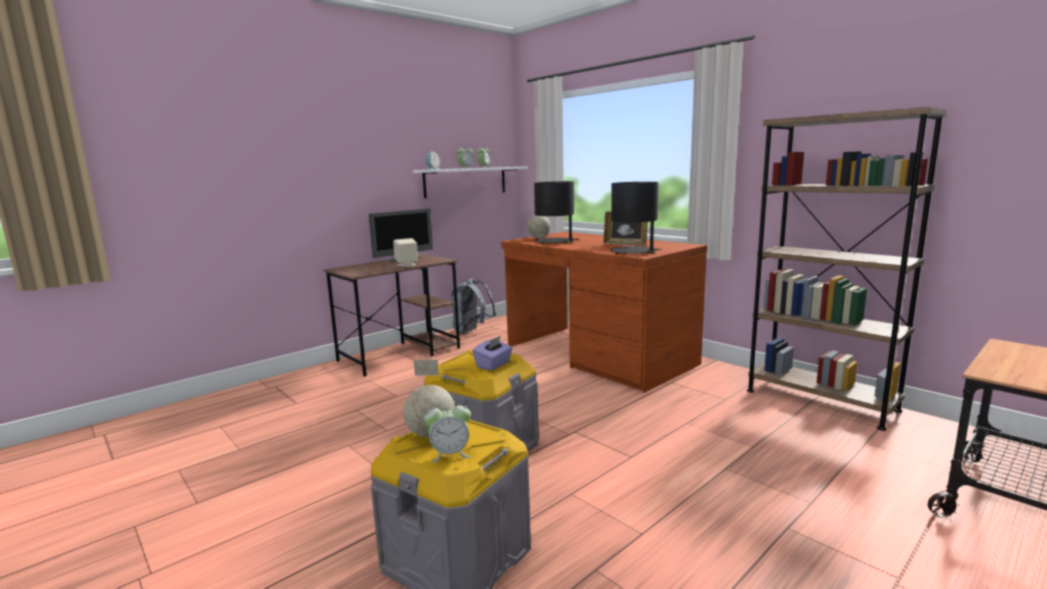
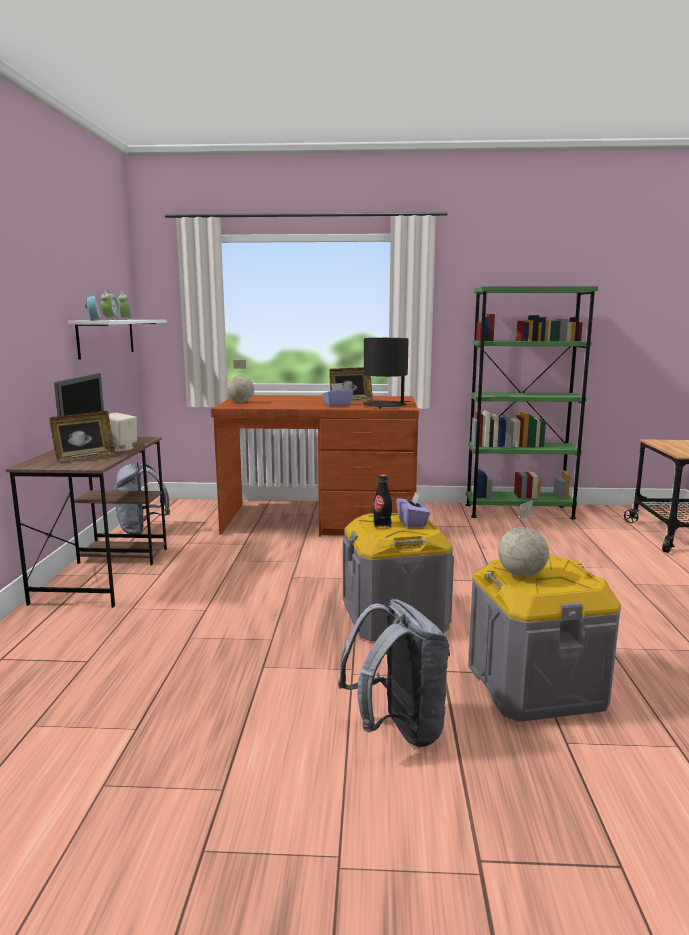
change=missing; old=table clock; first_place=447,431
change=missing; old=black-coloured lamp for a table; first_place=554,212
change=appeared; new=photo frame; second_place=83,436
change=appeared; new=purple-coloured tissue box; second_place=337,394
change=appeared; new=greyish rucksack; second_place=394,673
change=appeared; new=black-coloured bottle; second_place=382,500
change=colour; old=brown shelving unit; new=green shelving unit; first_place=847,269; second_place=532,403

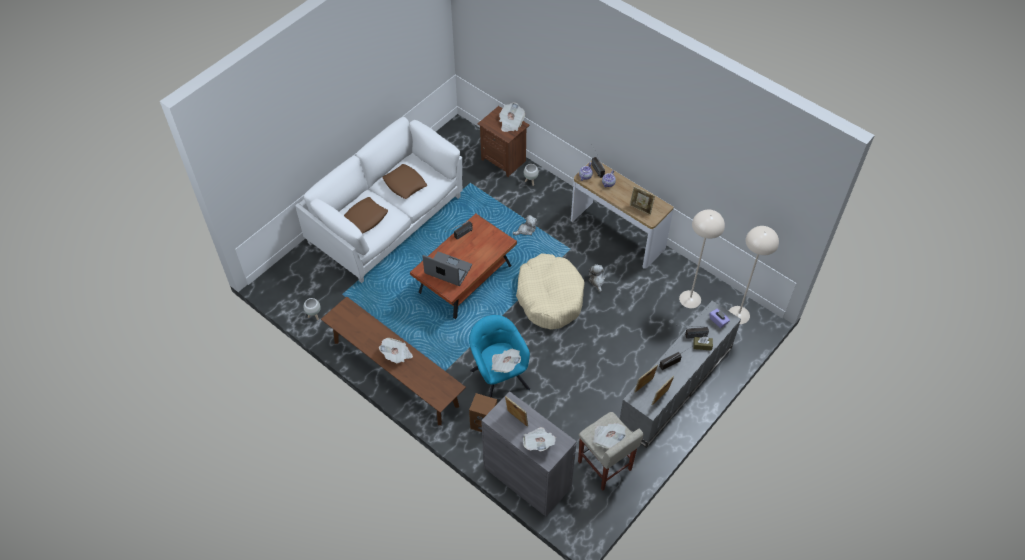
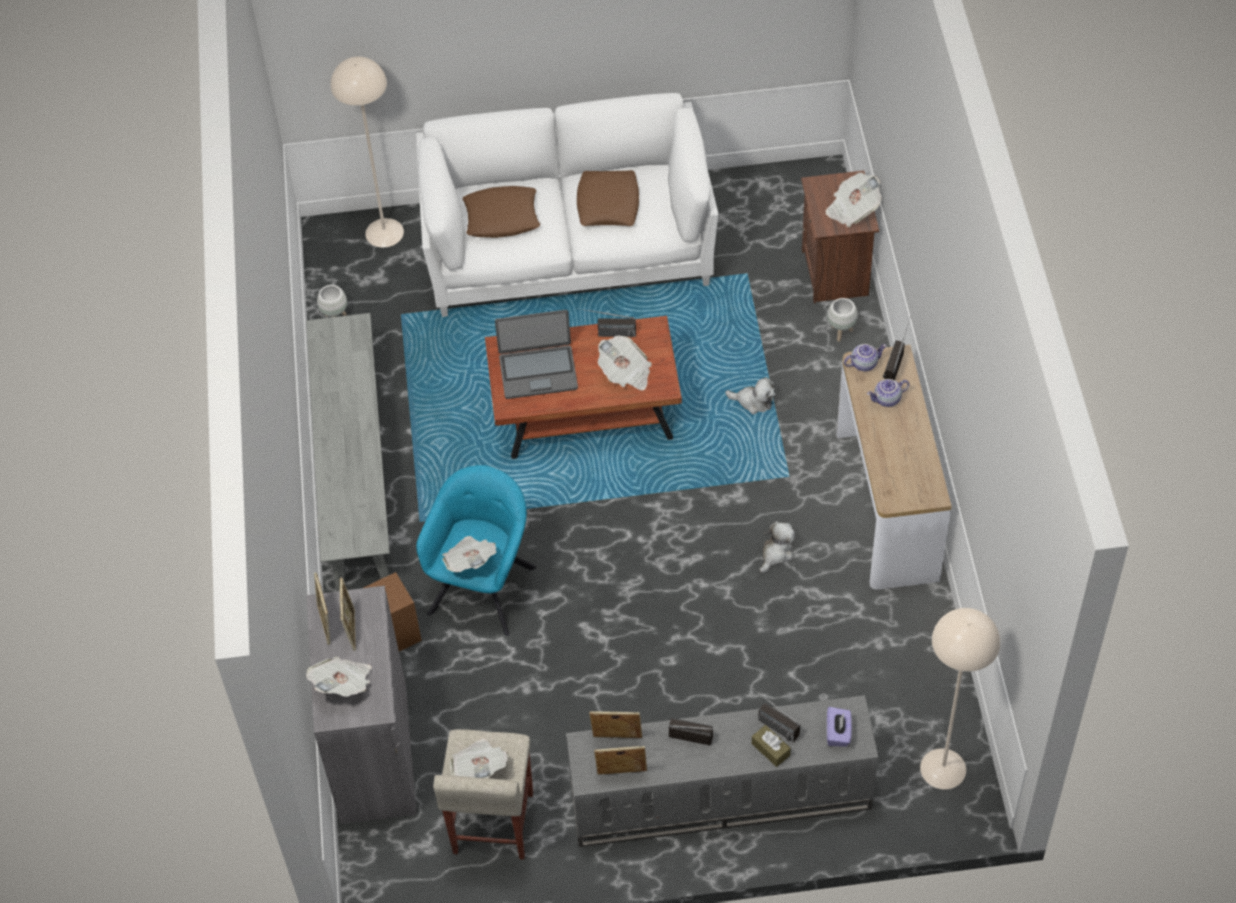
change=missing; old=beige dog bed; first_place=550,291
change=relocated; old=newspaper; first_place=396,351; second_place=624,363
change=relocated; old=photo frame; first_place=642,200; second_place=322,608
change=relocated; old=beige standard lamp; first_place=702,258; second_place=367,152
change=colour; old=brown long seat; new=greyish long seat; first_place=393,361; second_place=348,452
change=spun; old=notebook computer; first_place=447,269; second_place=536,354; degrees=105

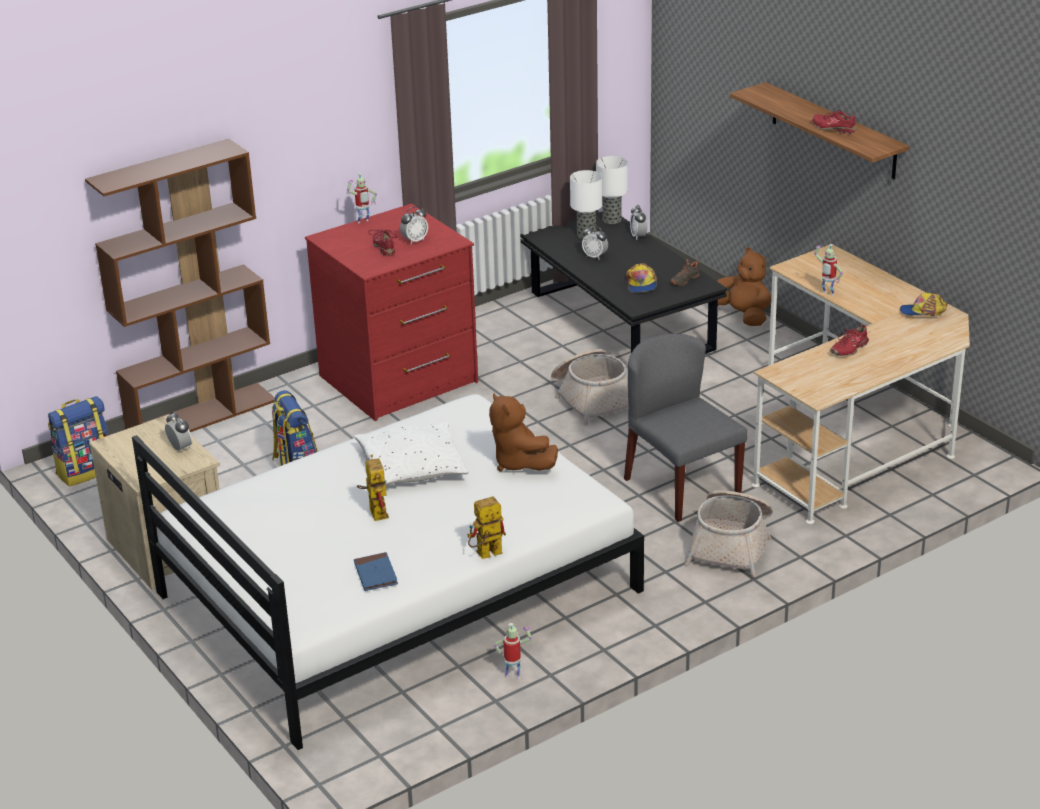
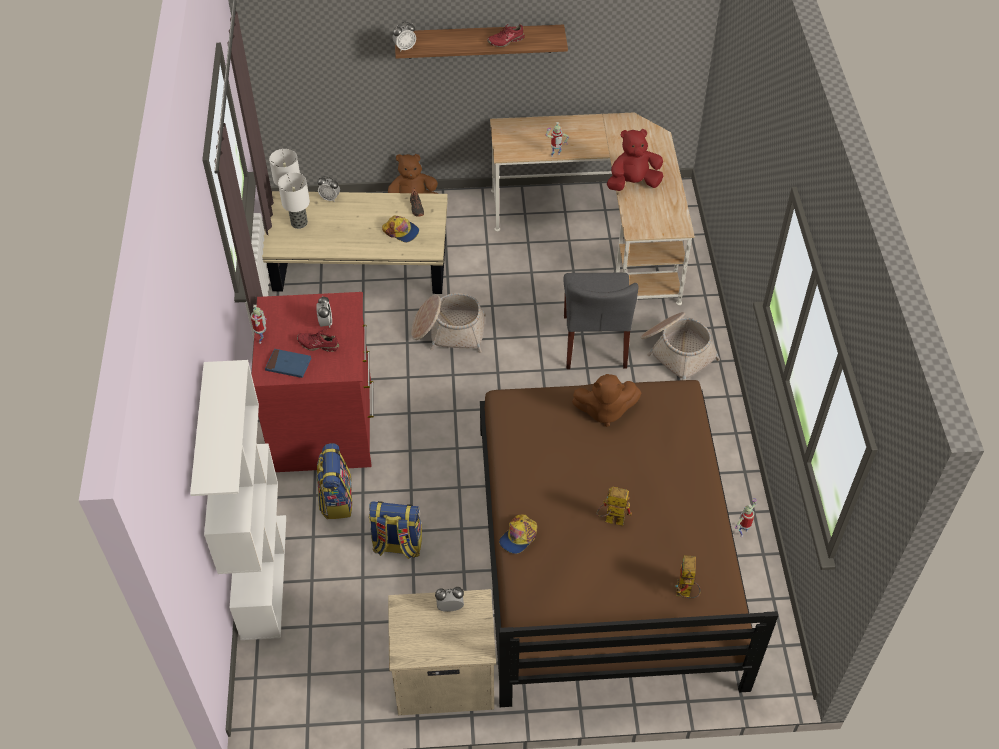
change=missing; old=white pillow; first_place=411,453
change=relocated; old=rucksack; first_place=78,441; second_place=334,481
change=relocated; old=bluish volume; first_place=376,571; second_place=288,363
change=relocated; old=robot figure; first_place=486,527; second_place=688,576
change=relocated; old=table clock; first_place=595,242; second_place=404,37
change=relocated; old=cap; first_place=923,304; second_place=518,534
change=exchanged; old=red-coloured shoe; new=red-coloured cuddly toy; first_place=849,340; second_place=635,160
change=colour; old=brown shelving unit; new=white shelving unit; first_place=180,285; second_place=238,500
change=colour; old=white bedroom bed; new=brown bedroom bed; first_place=388,572; second_place=629,543
change=colour; old=black-coloured low table; new=beige low table; first_place=623,283; second_place=355,242
change=spun; old=greyish upright chair; first_place=686,428; second_place=601,321; degrees=-90

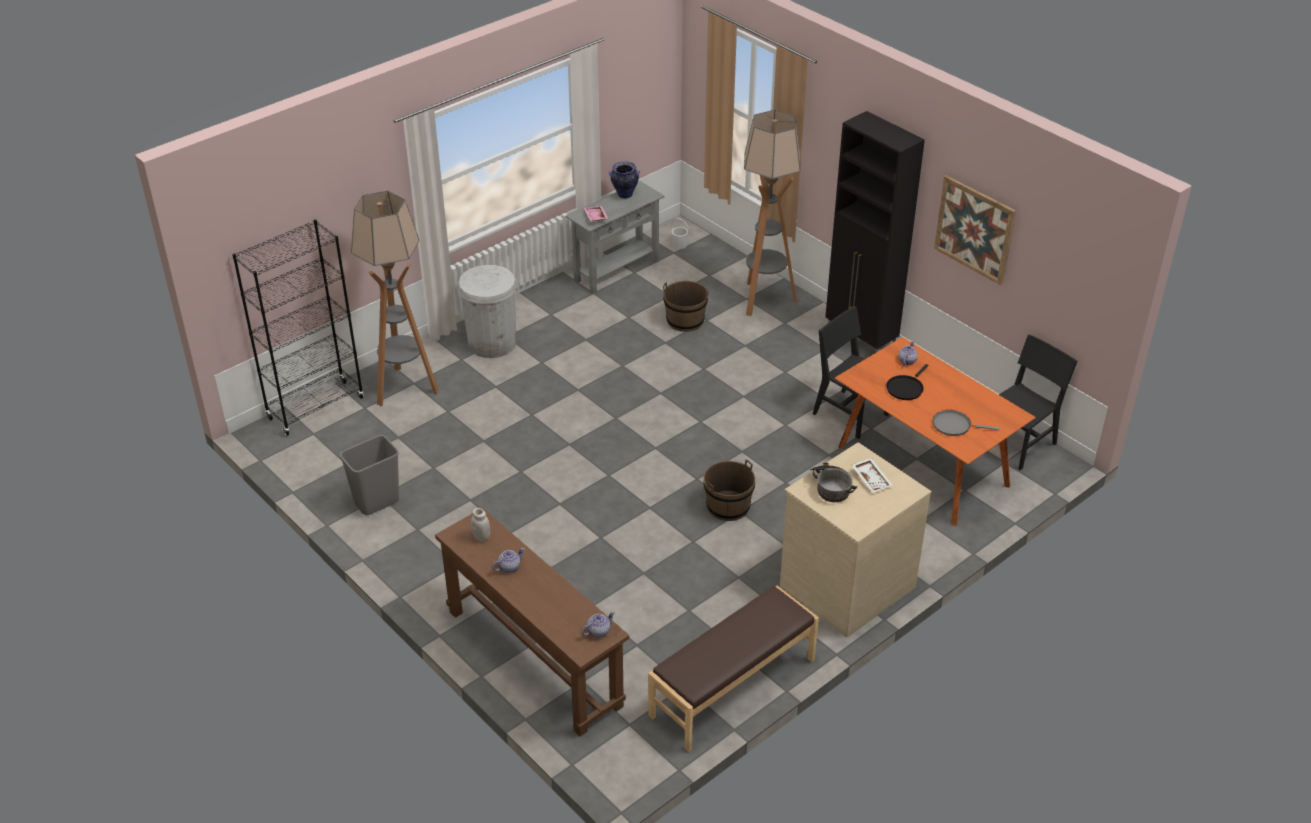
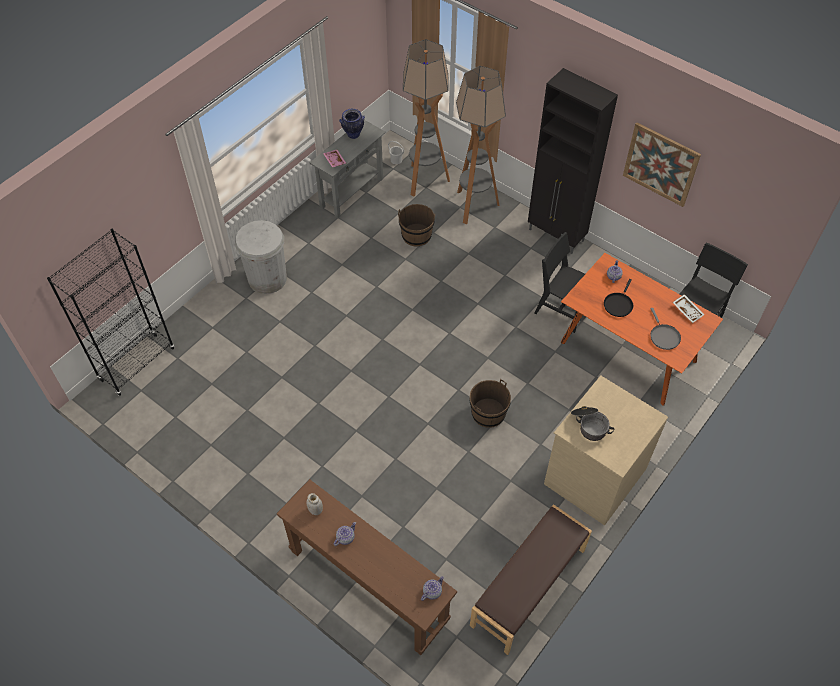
change=missing; old=greyish waste bin; first_place=369,475
change=relocated; old=standard lamp; first_place=395,298; second_place=426,117
change=relocated; old=white tray; first_place=872,475; second_place=689,308
change=spun; old=greyish pan; first_place=966,423; second_place=665,329; degrees=-105

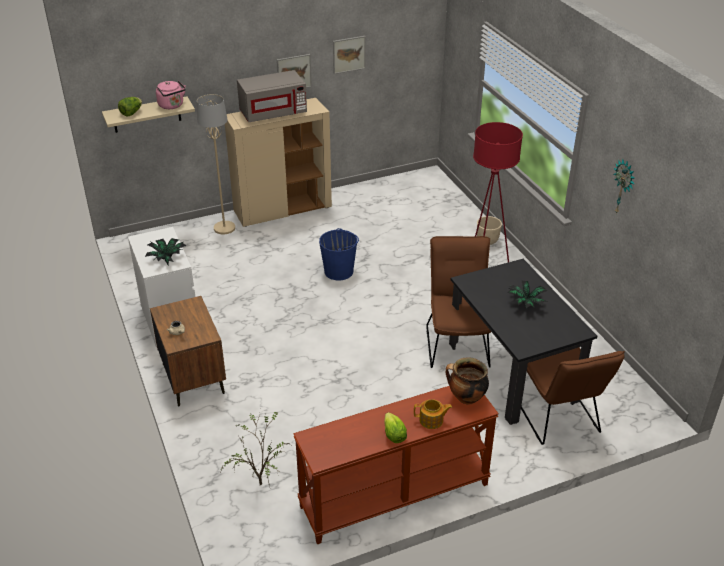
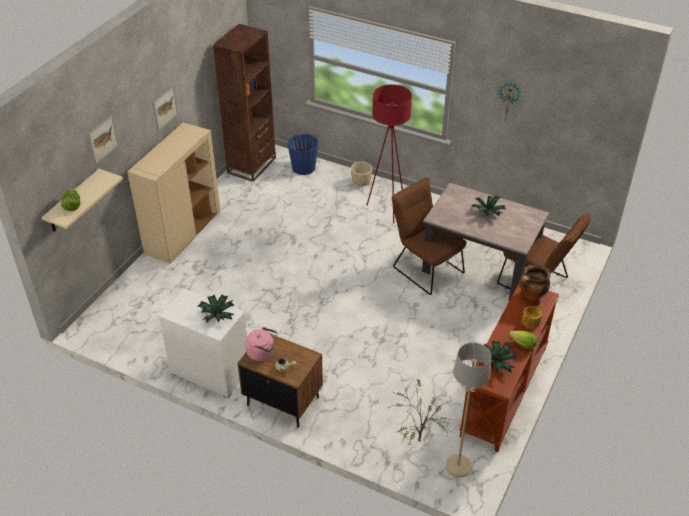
change=missing; old=greyish microwave; first_place=272,96
change=appeared; new=brown shelving unit; second_place=244,103
change=appeared; new=plant in a pot; second_place=499,357
change=relocated; old=pinkish water kettle; first_place=171,95; second_place=261,344
change=relocated; old=beige standard lamp; first_place=216,164; second_place=468,410
change=relocated; old=bluish bucket; first_place=339,254; second_place=303,154
change=relocated; old=wall picture; first_place=349,55; second_place=103,139
change=colour; old=black-coloured kitchen table; new=beige kitchen table; first_place=523,342; second_place=485,242

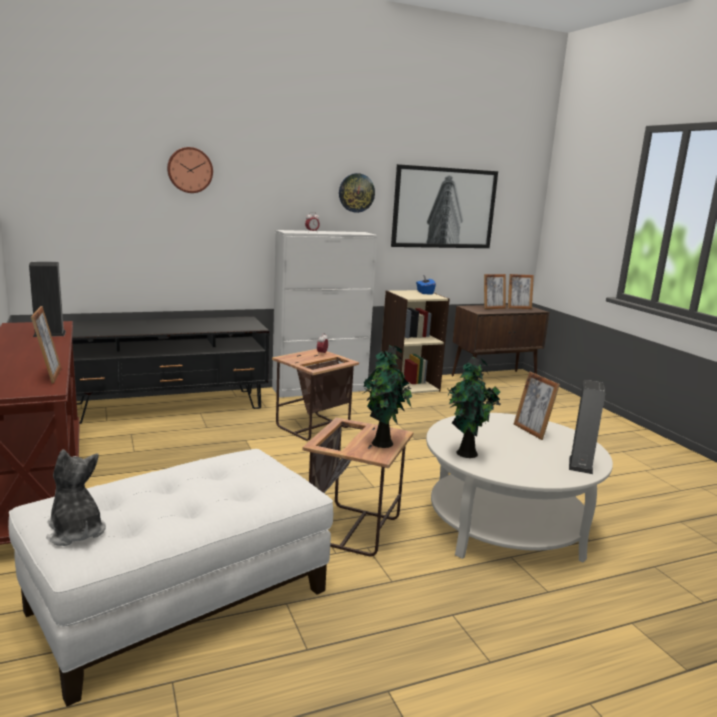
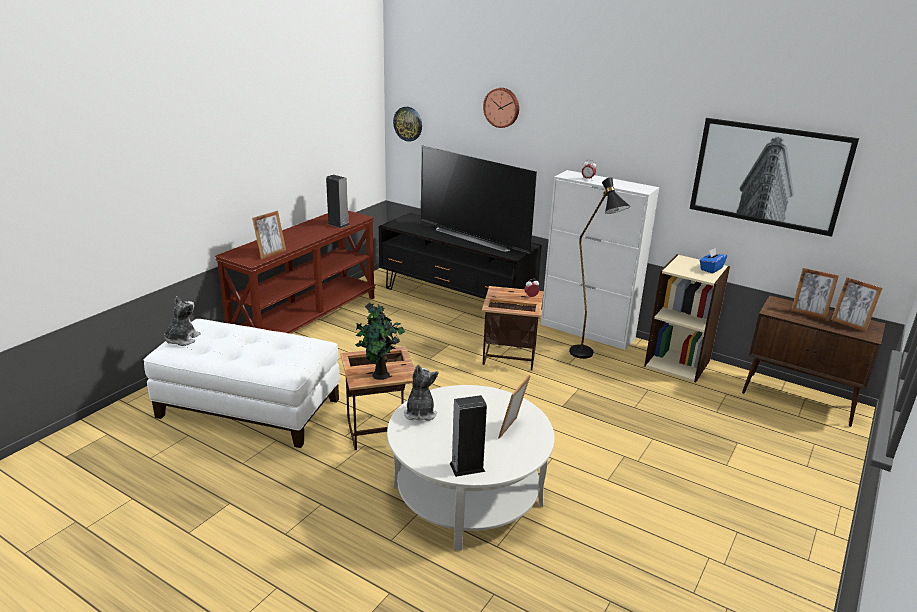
change=appeared; new=TV set; second_place=479,199
change=appeared; new=black-coloured standard lamp; second_place=599,268
change=relocated; old=hanging clock; first_place=357,193; second_place=407,124
change=exchanged; old=plant in a pot; new=cuddly toy; first_place=474,407; second_place=421,393

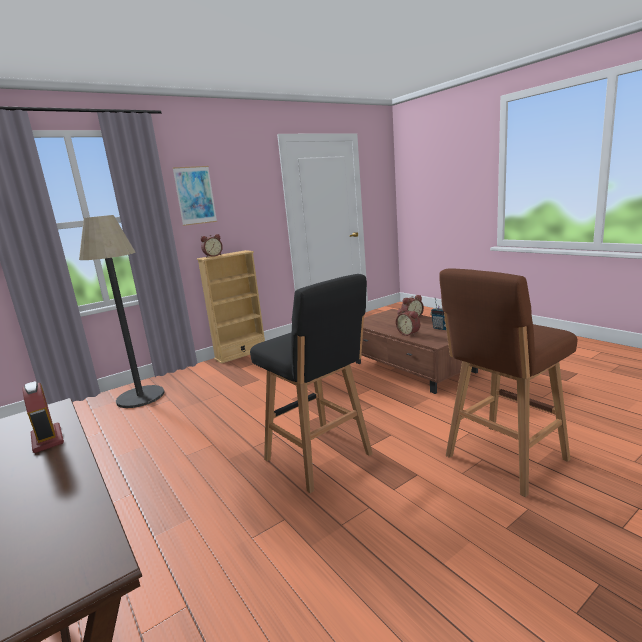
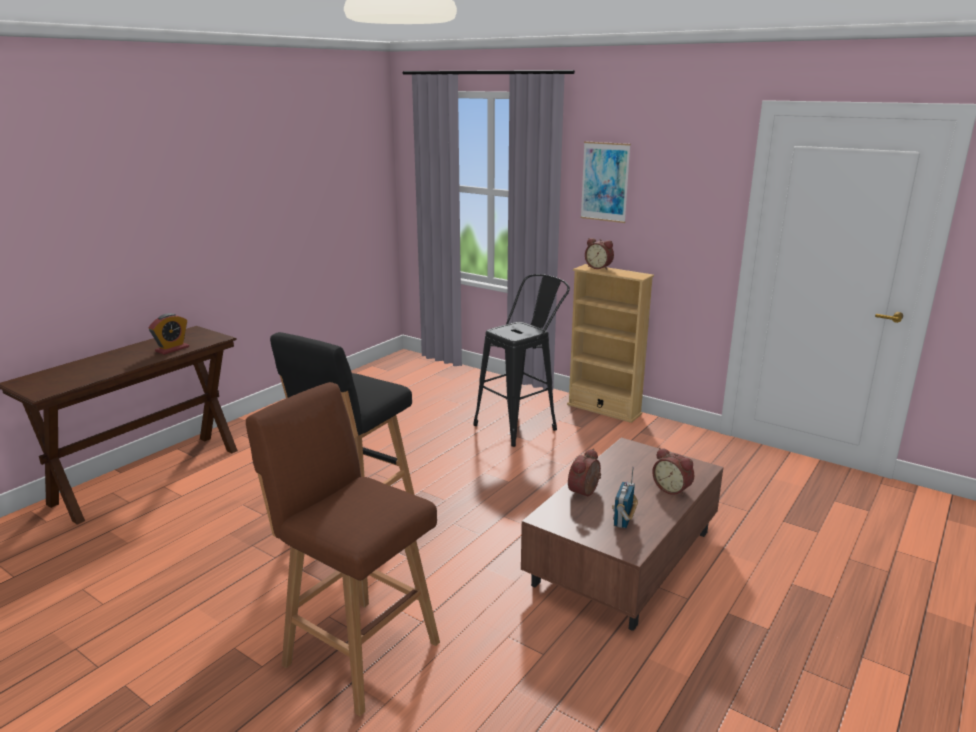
change=missing; old=standard lamp; first_place=122,311
change=appeared; new=black-coloured stool; second_place=521,360

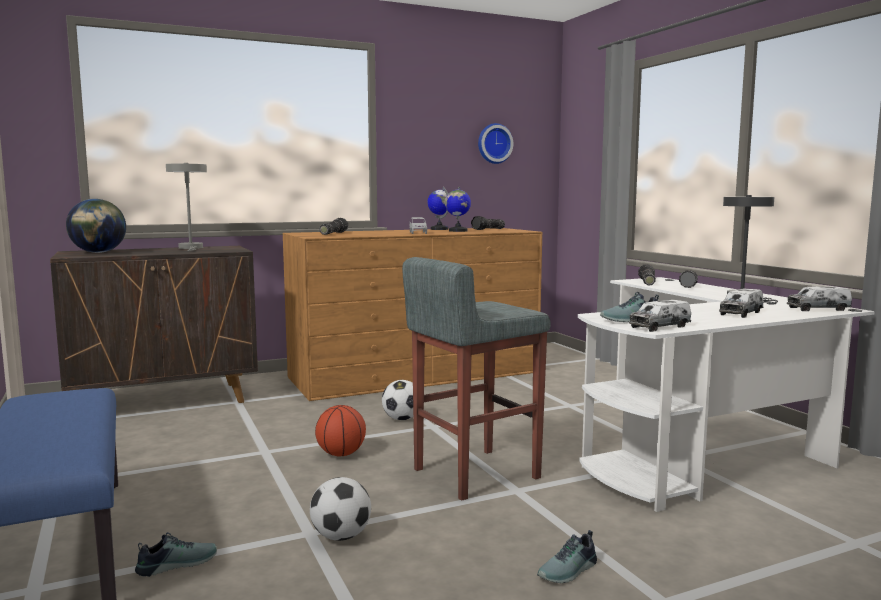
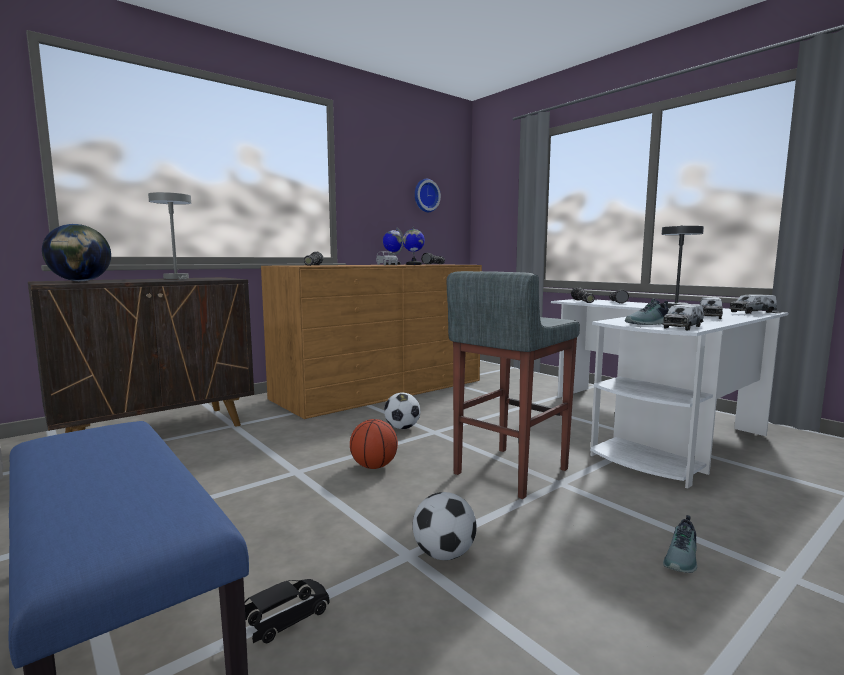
change=exchanged; old=shoe; new=black-coloured miniature car; first_place=176,554; second_place=287,611

